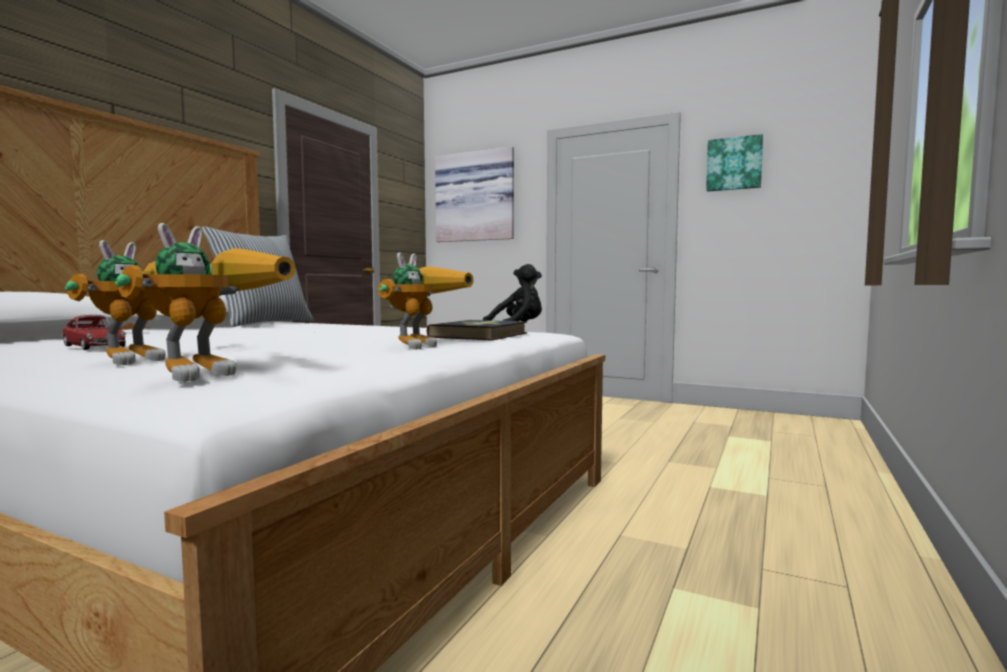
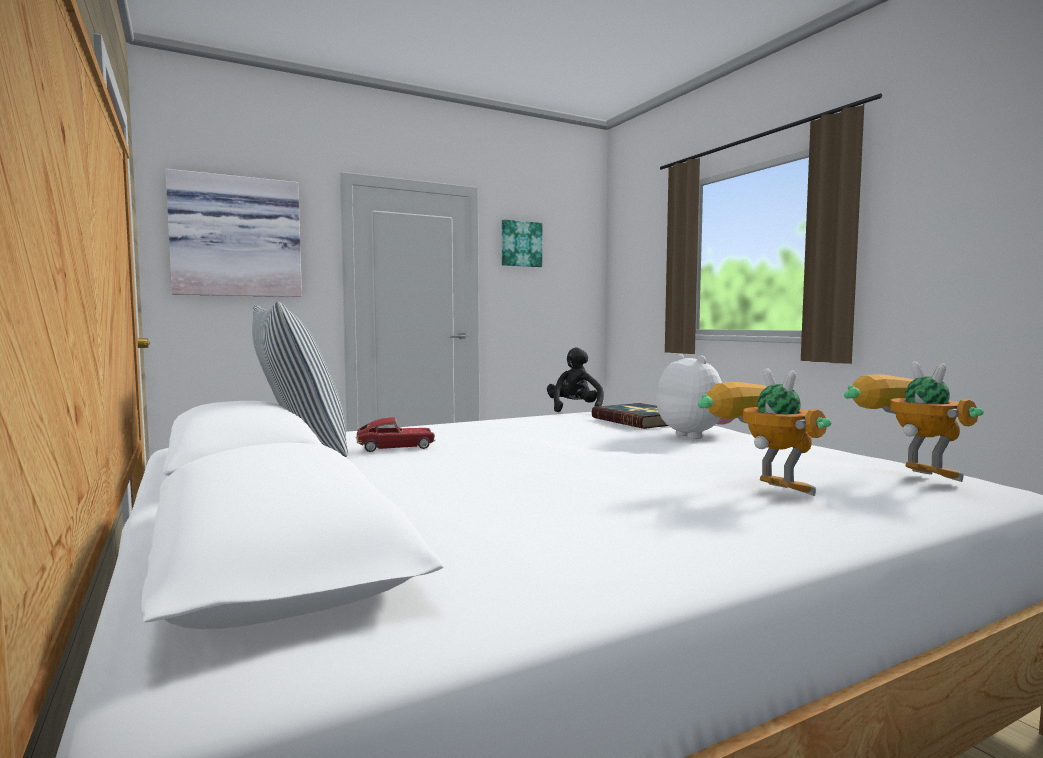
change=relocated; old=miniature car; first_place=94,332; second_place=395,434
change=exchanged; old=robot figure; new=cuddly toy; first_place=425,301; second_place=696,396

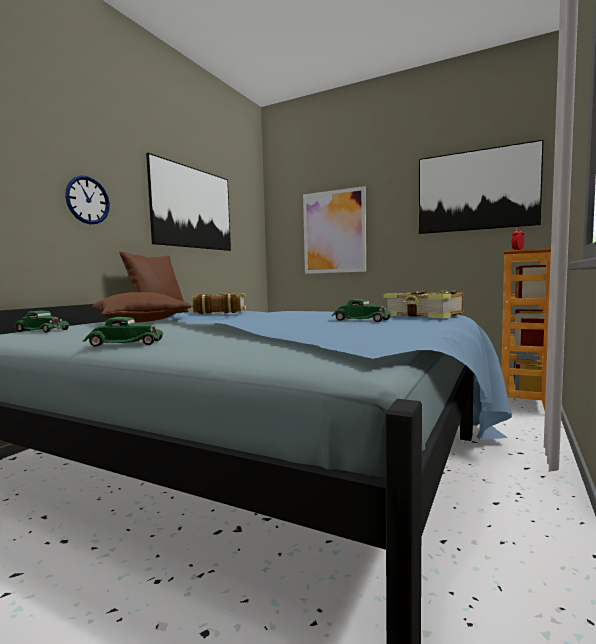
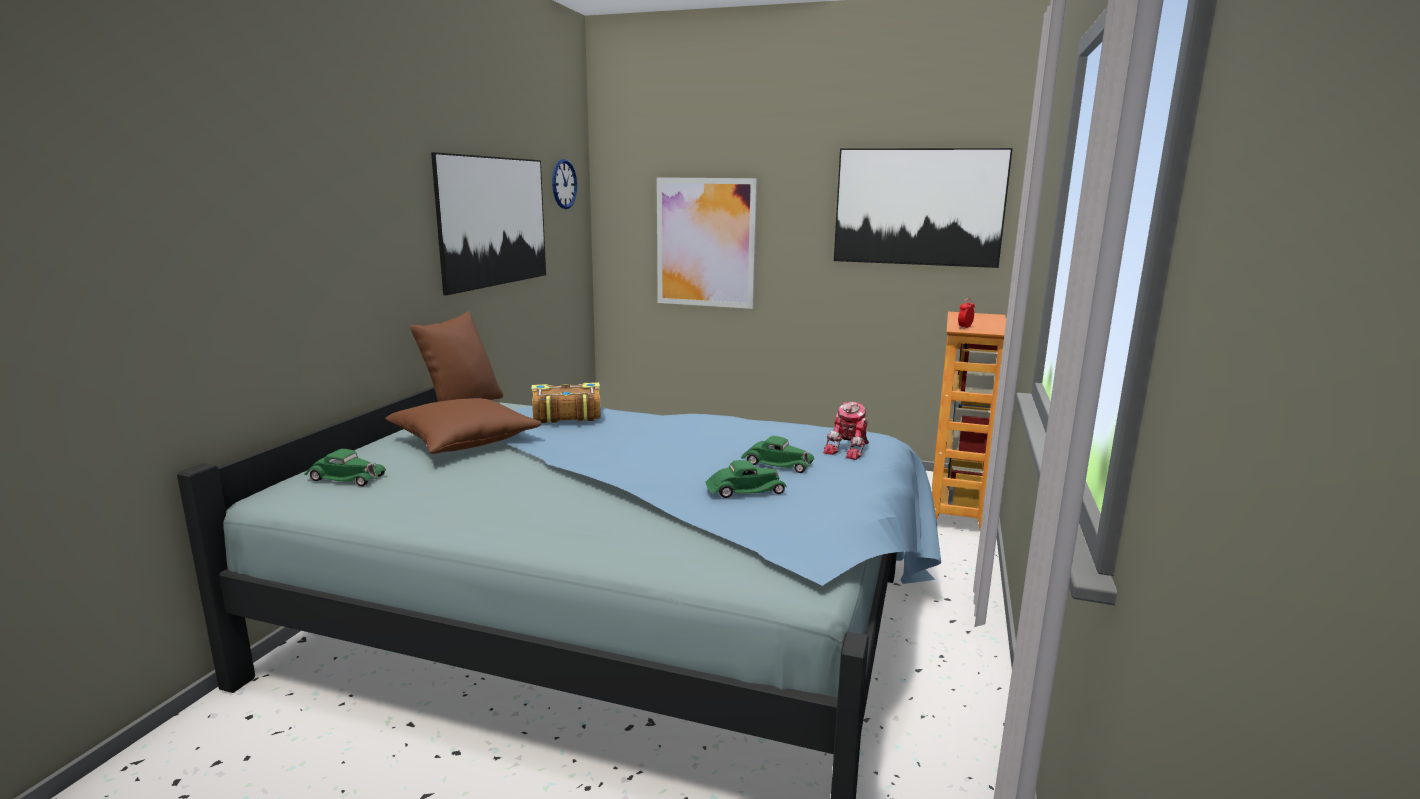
change=relocated; old=hanging clock; first_place=87,199; second_place=564,184
change=relocated; old=green miniature car; first_place=123,332; second_place=746,479
change=exchanged; old=volume; new=robot figure; first_place=423,304; second_place=846,431

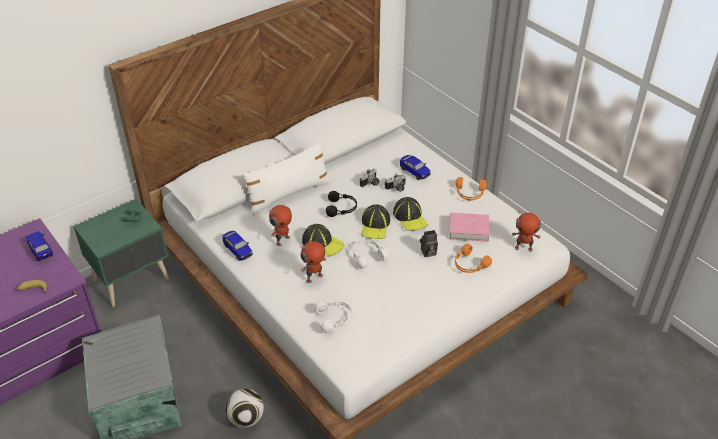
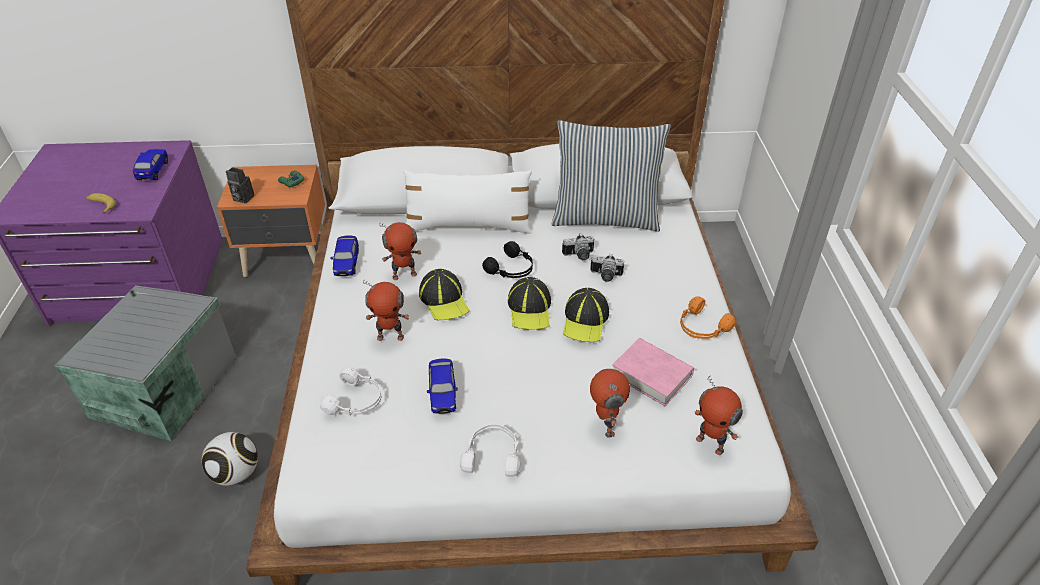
change=appeared; new=pillow; second_place=611,176
change=relocated; old=white pair of headphones; first_place=371,254; second_place=490,450
change=relocated; old=miniature car; first_place=415,167; second_place=442,386
change=relocated; old=still camera; first_place=429,243; second_place=240,185
change=exchanged; old=orange-coloured pair of headphones; new=robot figure; first_place=473,258; second_place=610,403
change=colour; old=green nightstand; new=orange-coloured nightstand; first_place=121,253; second_place=271,221
change=spun; old=cap; first_place=375,221; second_place=529,303; degrees=-45

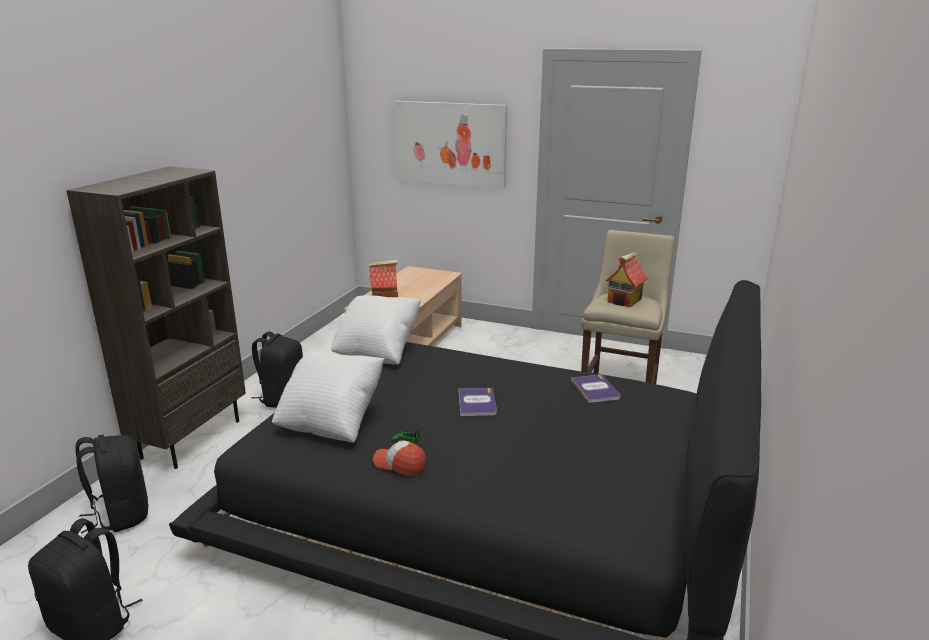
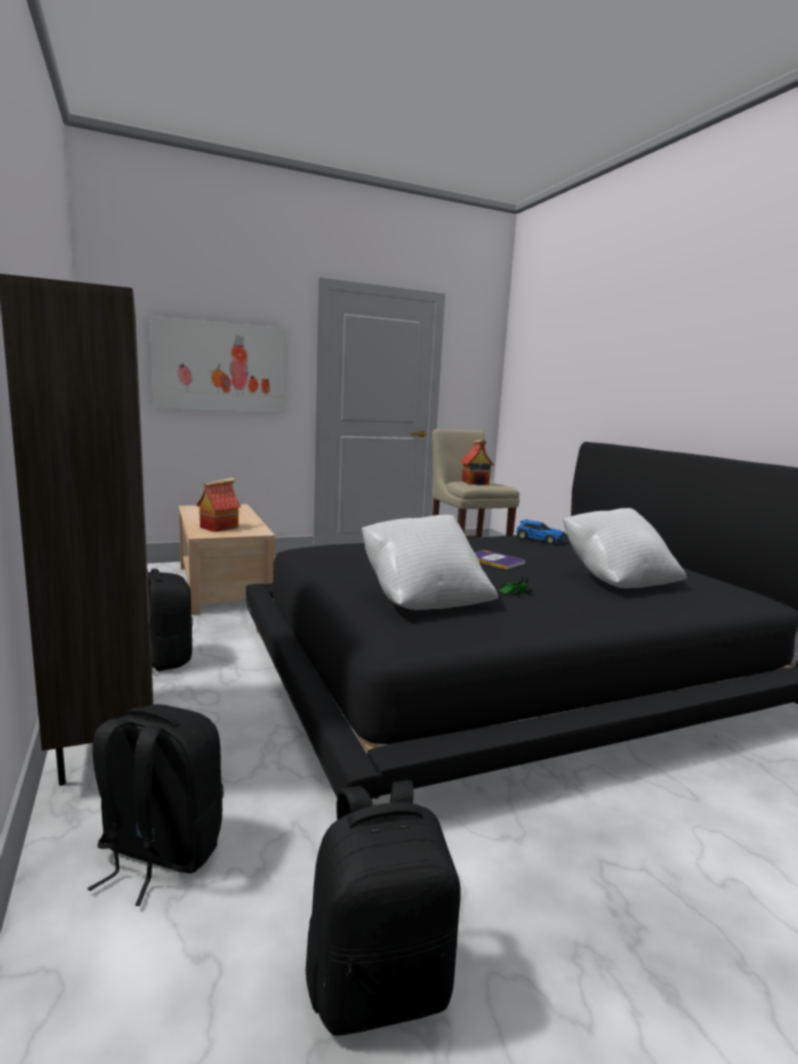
change=missing; old=cap; first_place=399,458
change=relocated; old=white pillow; first_place=376,330; second_place=624,548
change=exchanged; old=volume; new=miniature car; first_place=596,389; second_place=540,531

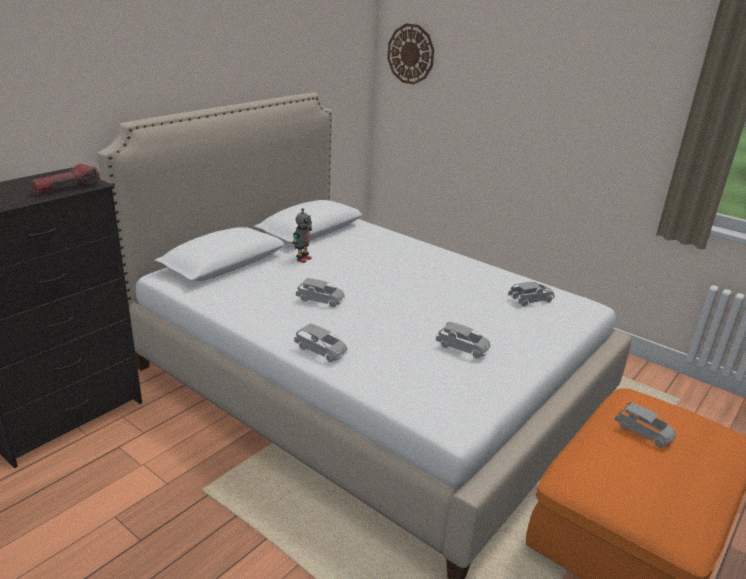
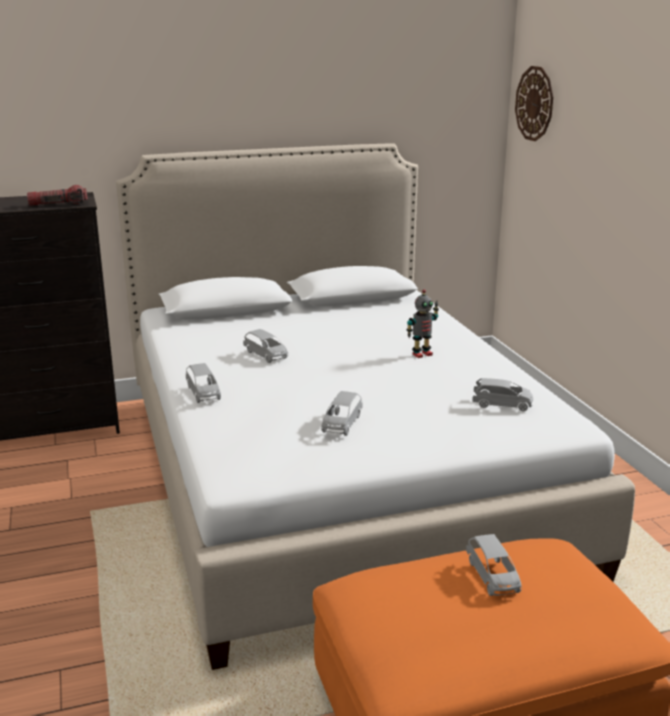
change=relocated; old=robot figure; first_place=302,235; second_place=423,323
change=spun; old=greyish miniature car; first_place=463,340; second_place=342,413; degrees=45

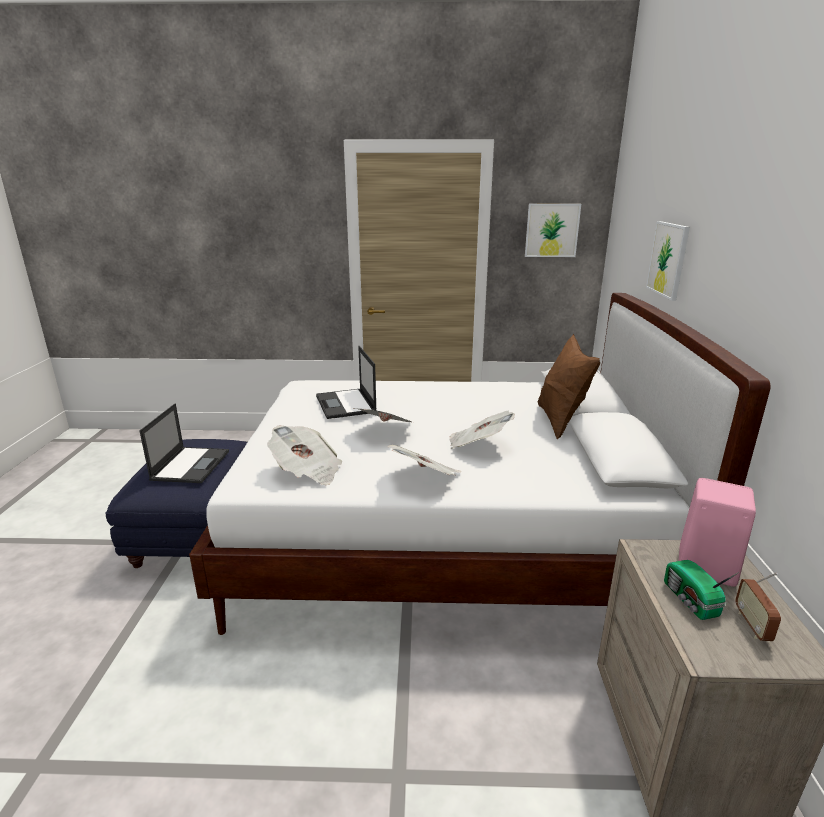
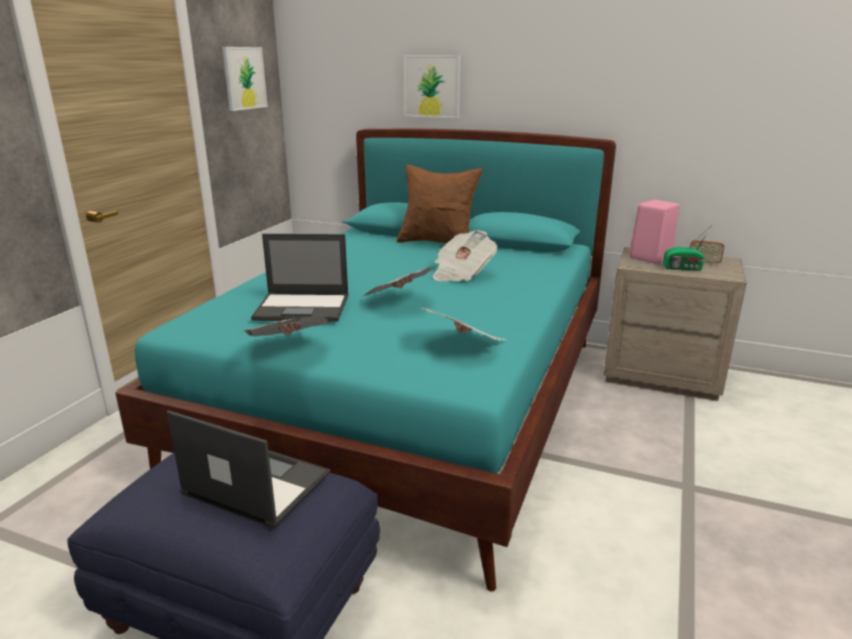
change=relocated; old=newspaper; first_place=424,460; second_place=286,326
change=colour; old=white bedroom bed; new=blue-green bedroom bed; first_place=480,464; second_place=365,360

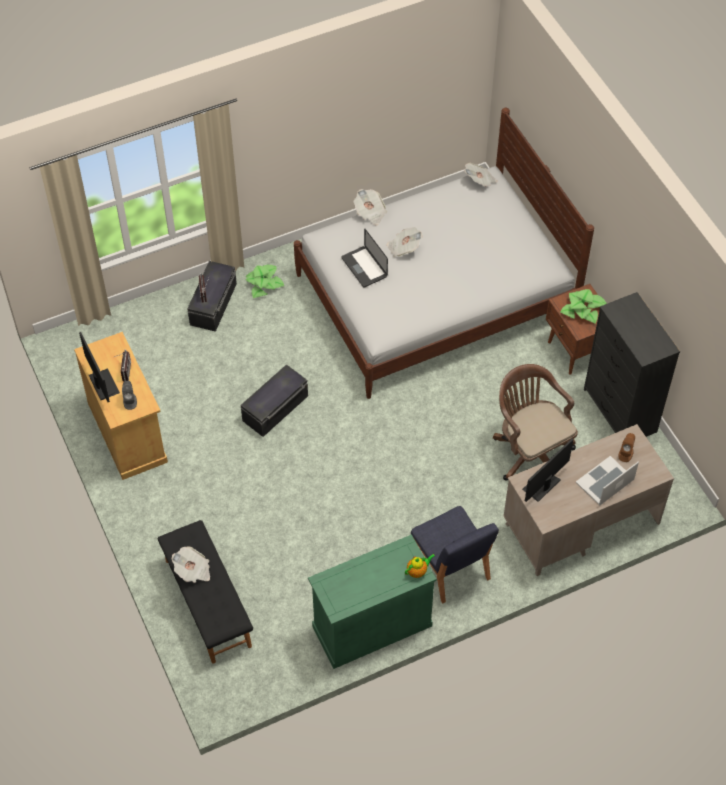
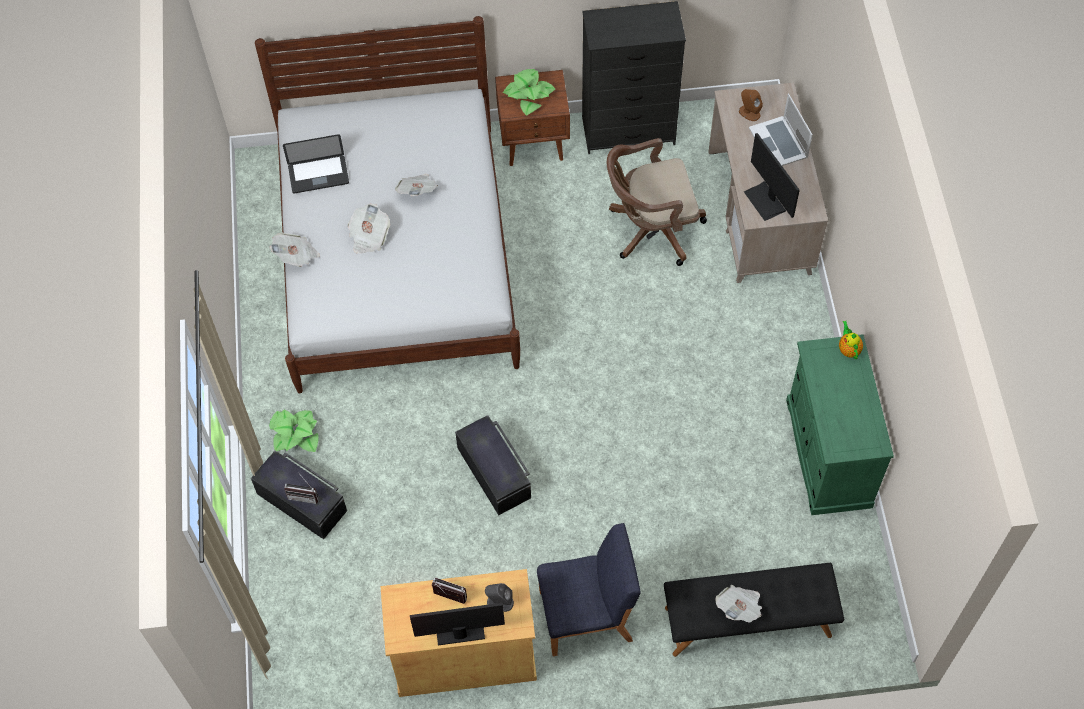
change=relocated; old=notebook computer; first_place=364,257; second_place=316,163
change=relocated; old=bluish upright chair; first_place=455,555; second_place=589,589
change=relocated; old=newspaper; first_place=480,175; second_place=416,185

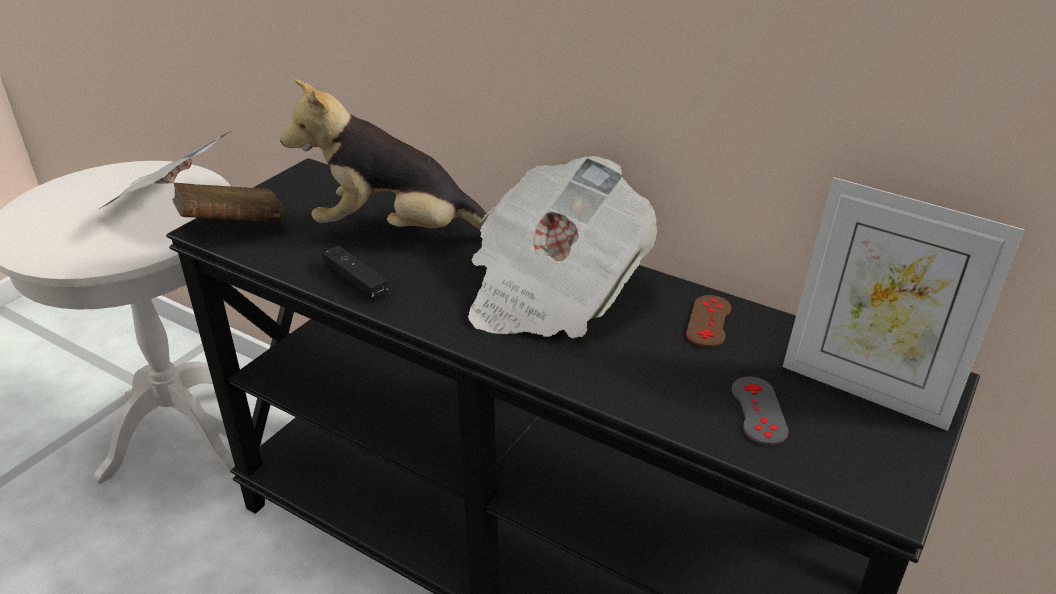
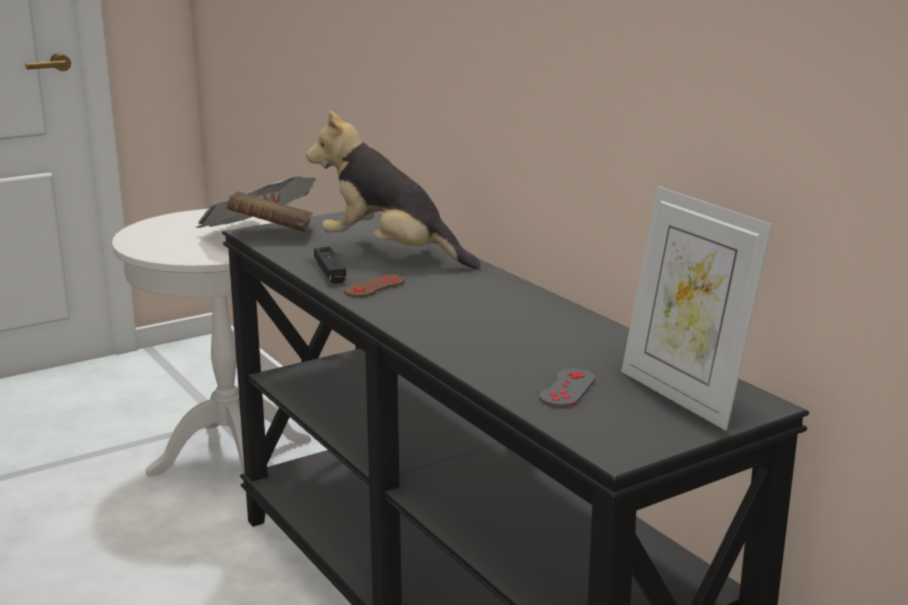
change=missing; old=newspaper; first_place=562,247
change=relocated; old=brown gamepad; first_place=708,321; second_place=374,286

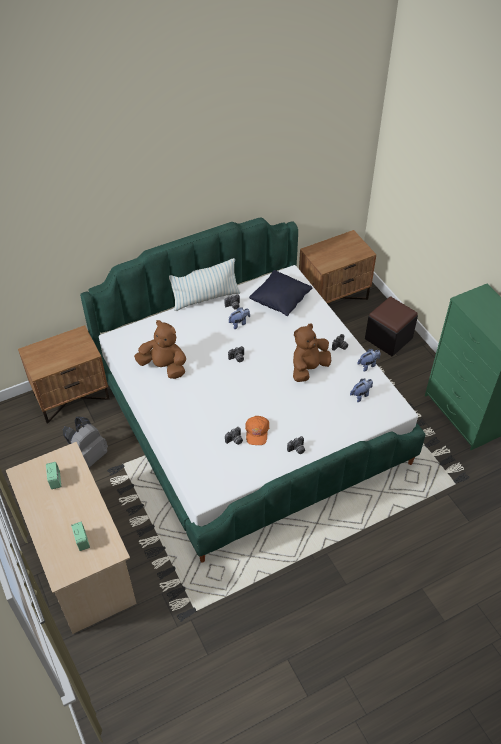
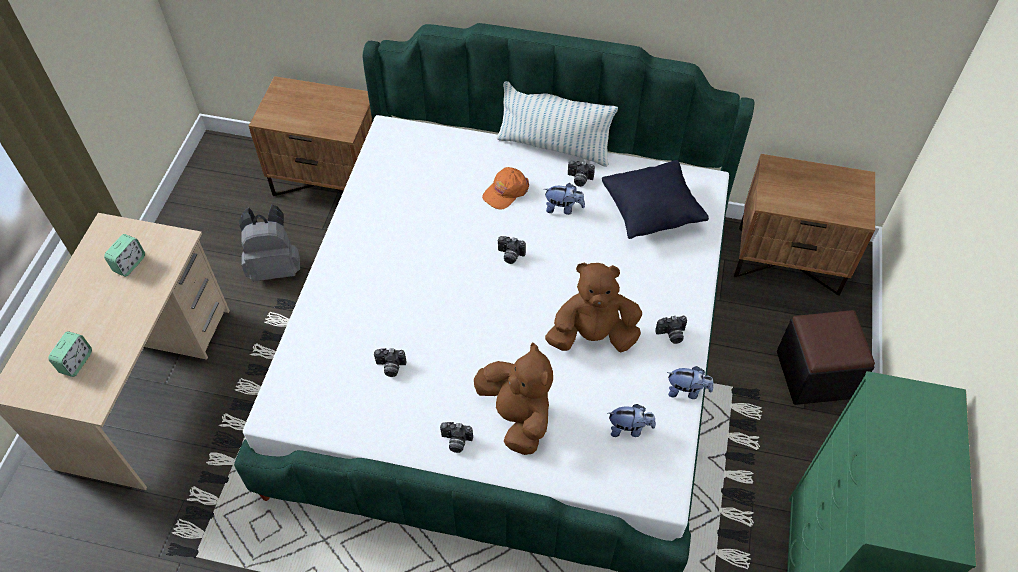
change=relocated; old=brown cuddly toy; first_place=160,349; second_place=513,399
change=relocated; old=orange-coloured cap; first_place=257,430; second_place=505,188

